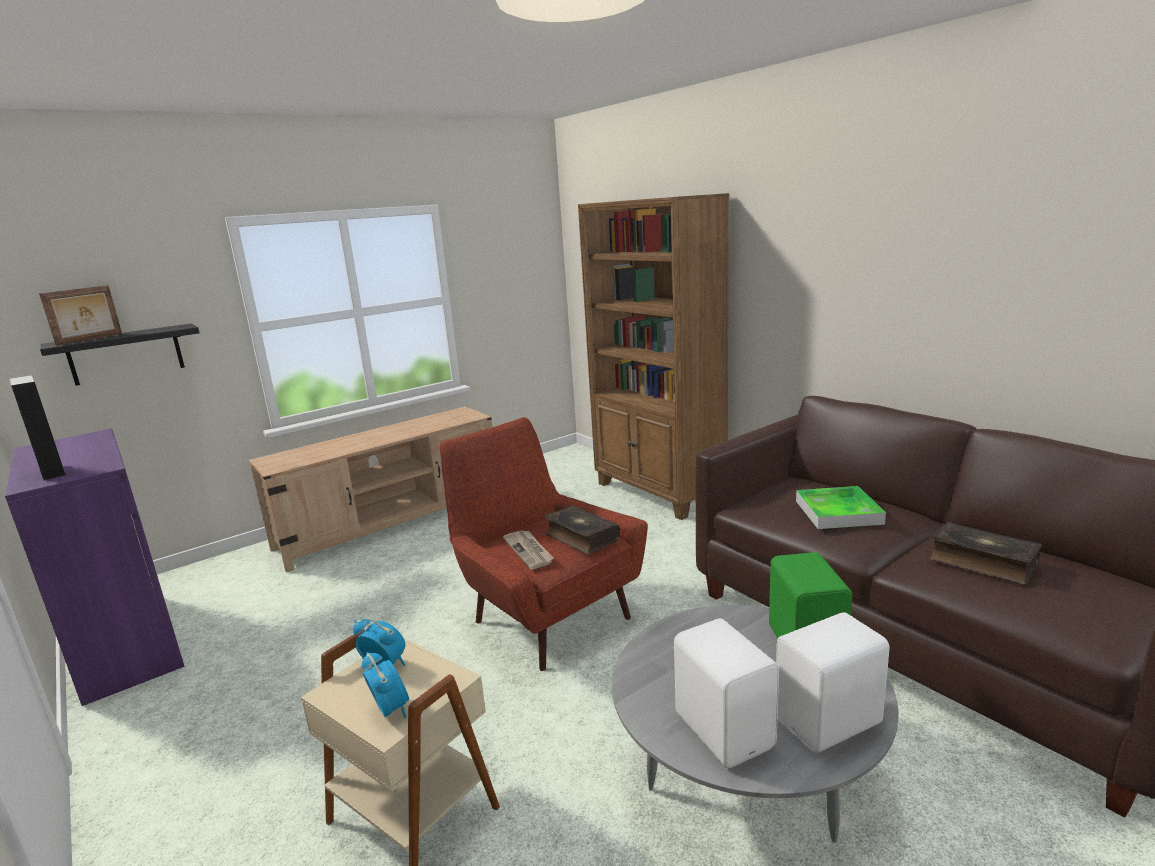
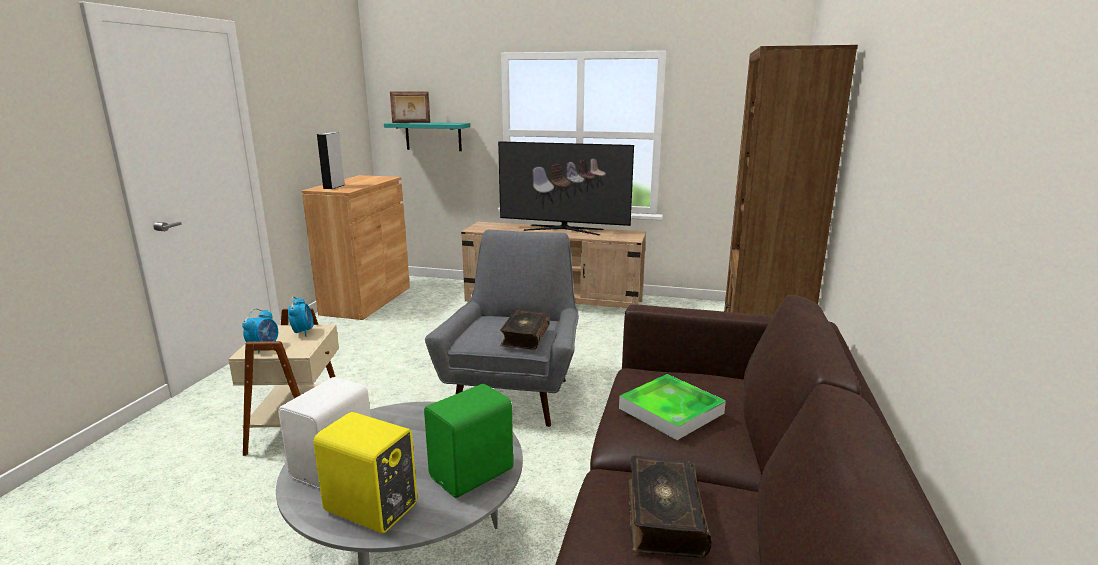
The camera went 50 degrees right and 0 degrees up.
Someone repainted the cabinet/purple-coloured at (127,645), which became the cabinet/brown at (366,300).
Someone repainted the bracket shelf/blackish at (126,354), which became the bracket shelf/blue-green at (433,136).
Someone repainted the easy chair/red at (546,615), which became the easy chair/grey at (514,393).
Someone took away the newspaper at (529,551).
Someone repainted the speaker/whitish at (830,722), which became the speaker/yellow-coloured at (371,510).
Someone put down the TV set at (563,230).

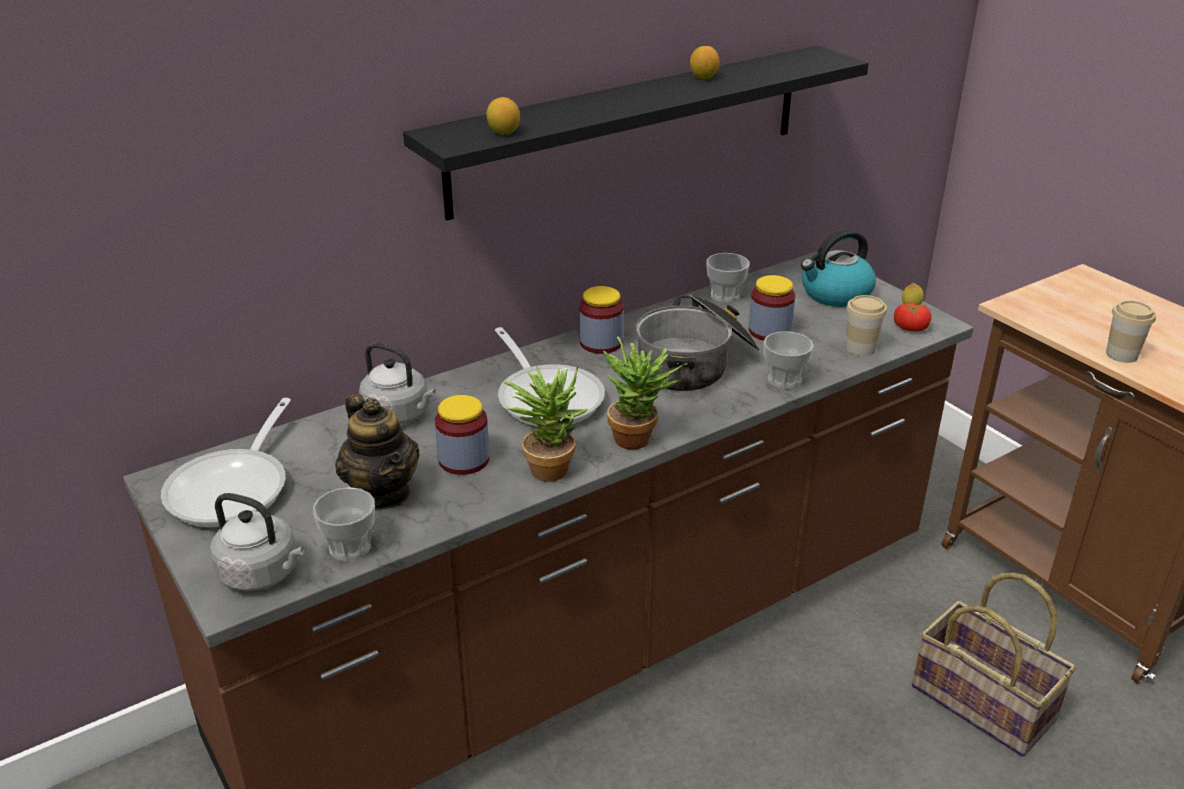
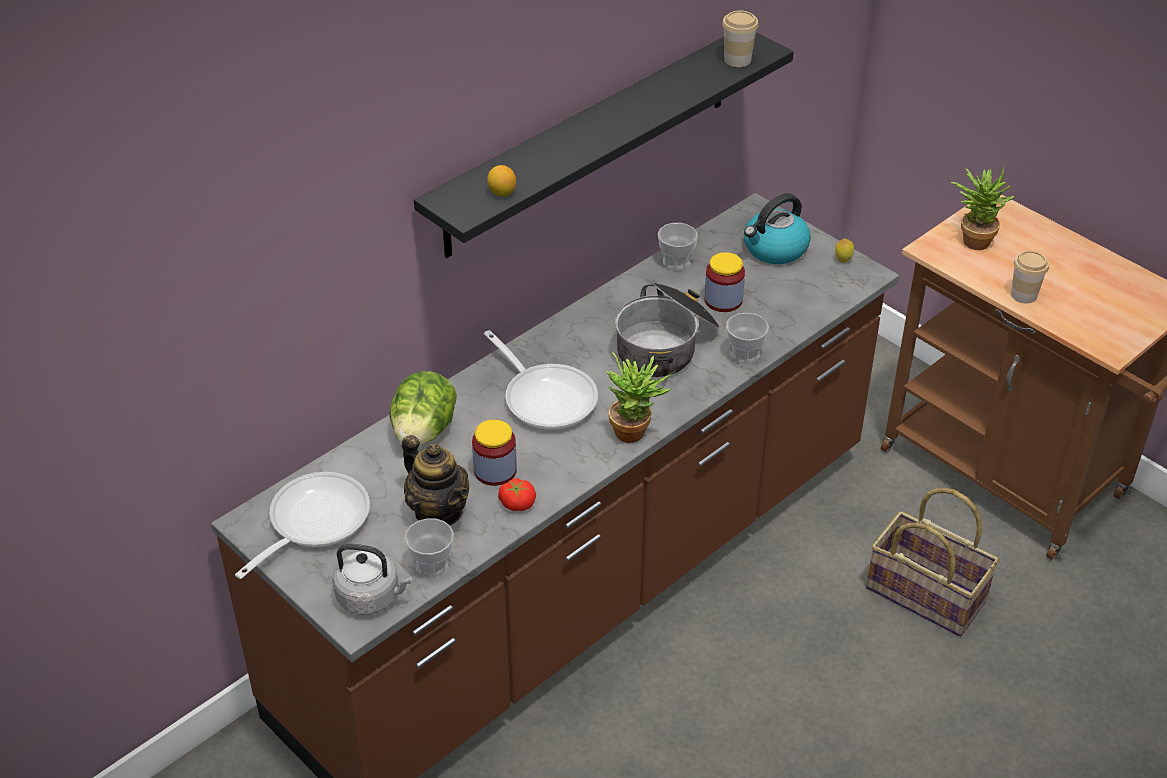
The camera went 10 degrees left and 10 degrees up.
Someone rotated the frying pan at (234,488) by 150 degrees counterclockwise.
Someone swapped the tea kettle/grey at (399,415) for the head of lettuce at (424,431).
Someone carried the plant in a pot from (547,466) to (973,239).
Someone took away the jar at (601,343).
Someone took away the whole lemon at (703,77).
Someone carried the small cup from (860,348) to (737,60).
Someone carried the whole tomato from (910,327) to (517,502).

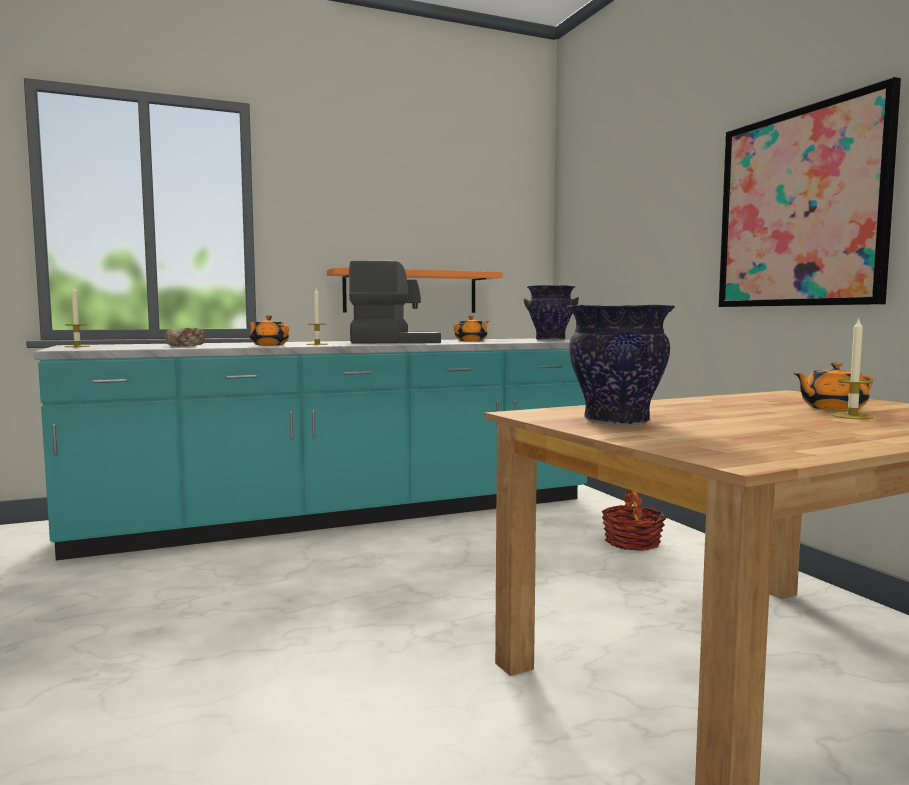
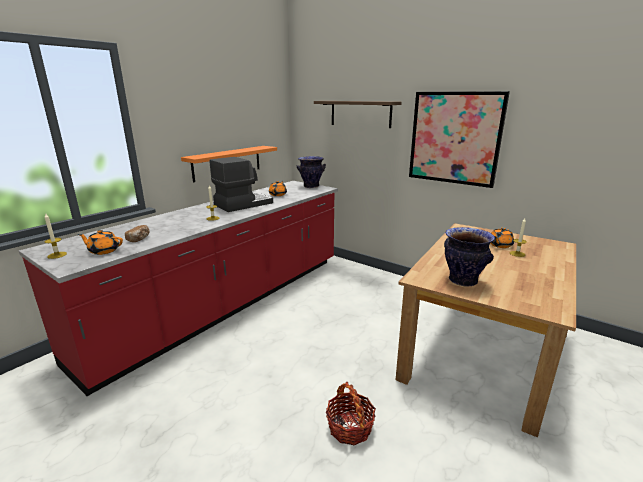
The camera went 30 degrees left and 15 degrees up.
Someone repainted the counter/blue-green at (345,515), which became the counter/red at (227,304).
Someone carried the tea pot/orange-coloured from (269,345) to (103,251).
Someone carried the basket from (632,542) to (349,427).
Someone put up the bracket shelf at (360,113).

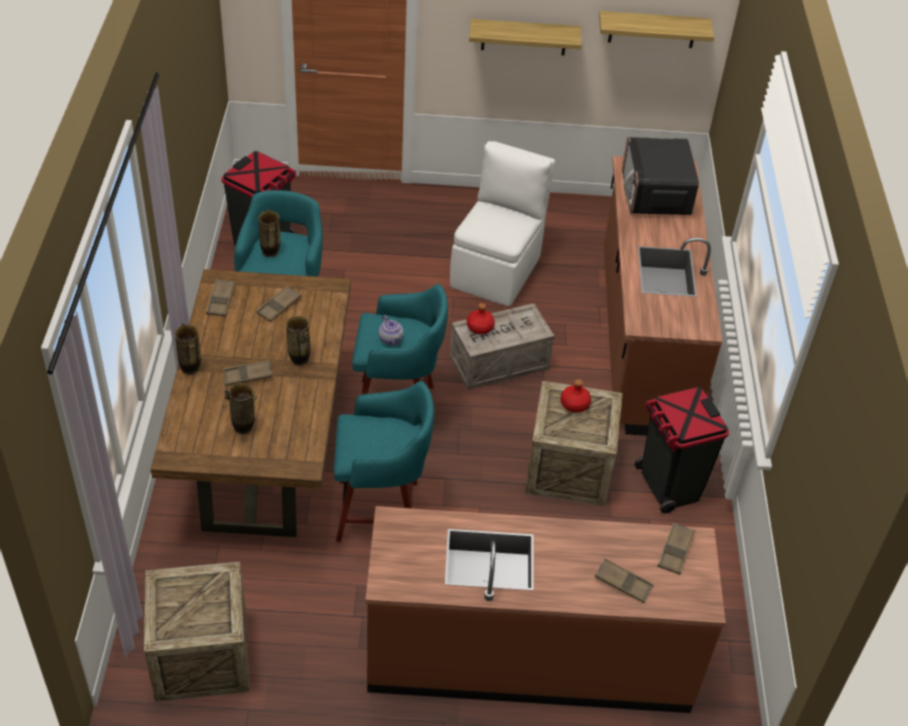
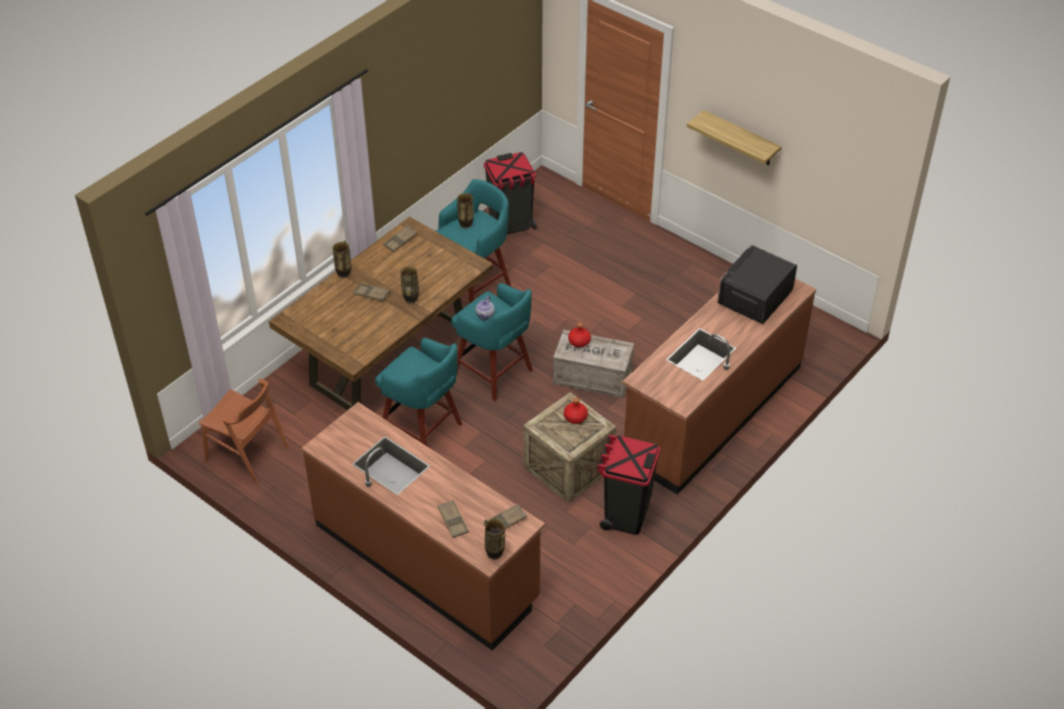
The camera went 40 degrees right and 0 degrees up.
Someone swapped the packing crate at (202,656) for the chair/brown at (247,454).
Someone carried the flower vase from (243,427) to (494,553).
Someone took away the serving tray/brown at (279,306).
Someone took away the chair/whitish at (497,270).
Someone took away the bracket shelf at (652,29).

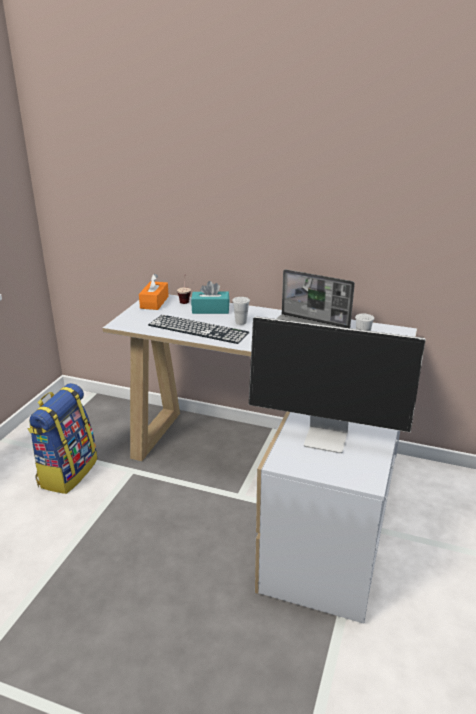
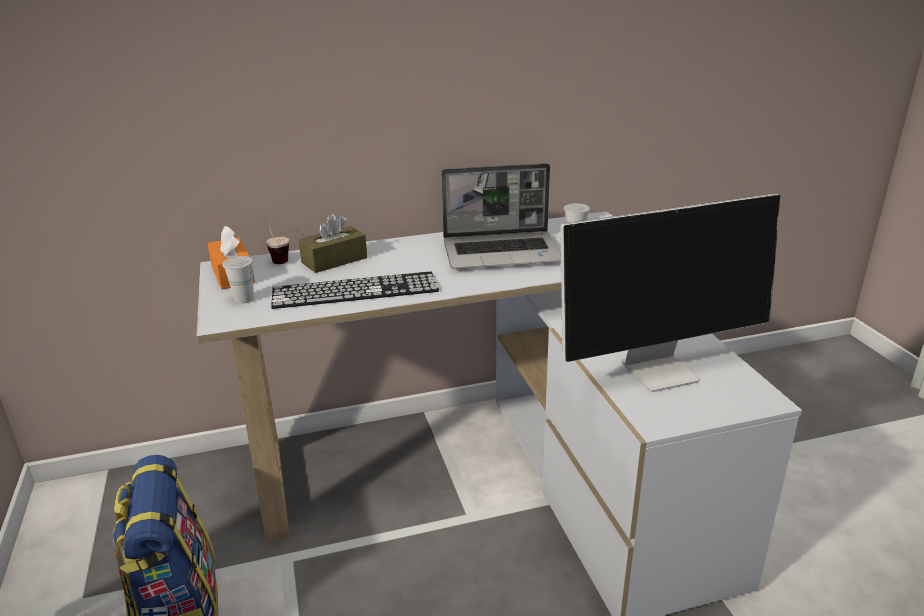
The camera went 35 degrees left and 0 degrees up.
Someone repainted the tissue box/blue-green at (210,310), which became the tissue box/brown at (334,260).
Someone carried the small cup/whitish from (241,322) to (244,299).

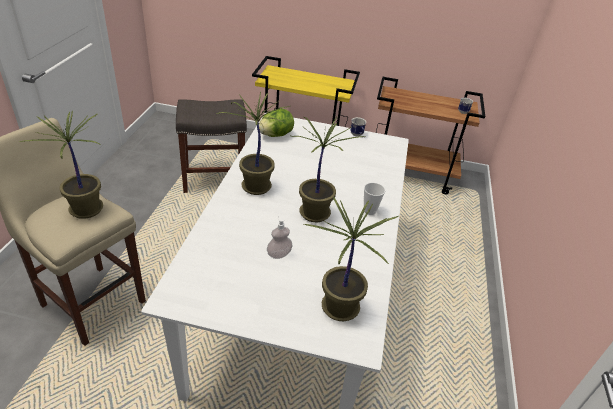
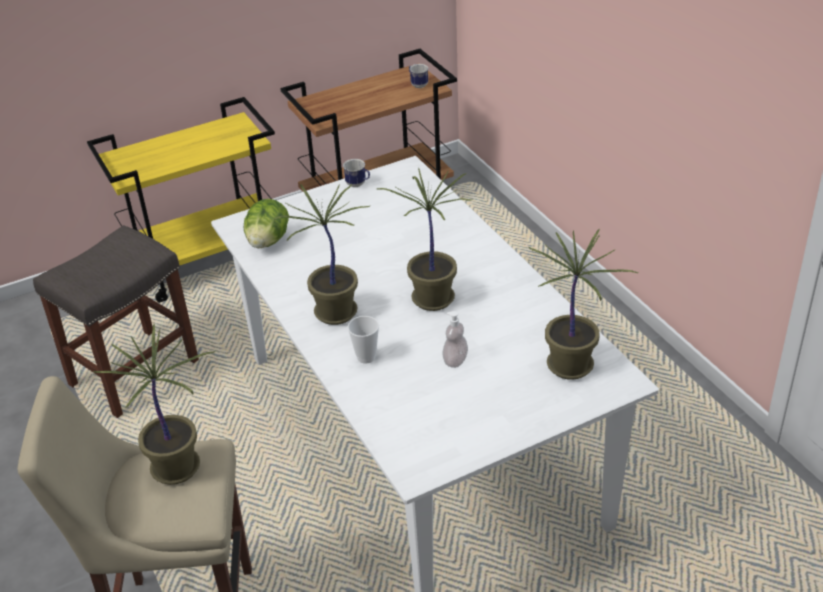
The camera went 35 degrees left and 0 degrees up.
Someone carried the small cup from (369,211) to (366,357).

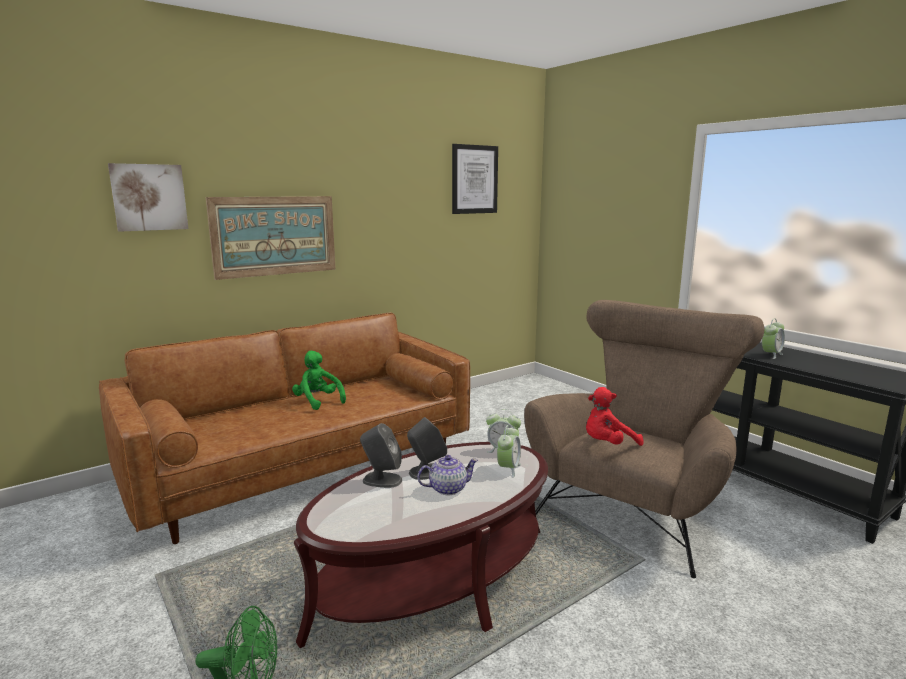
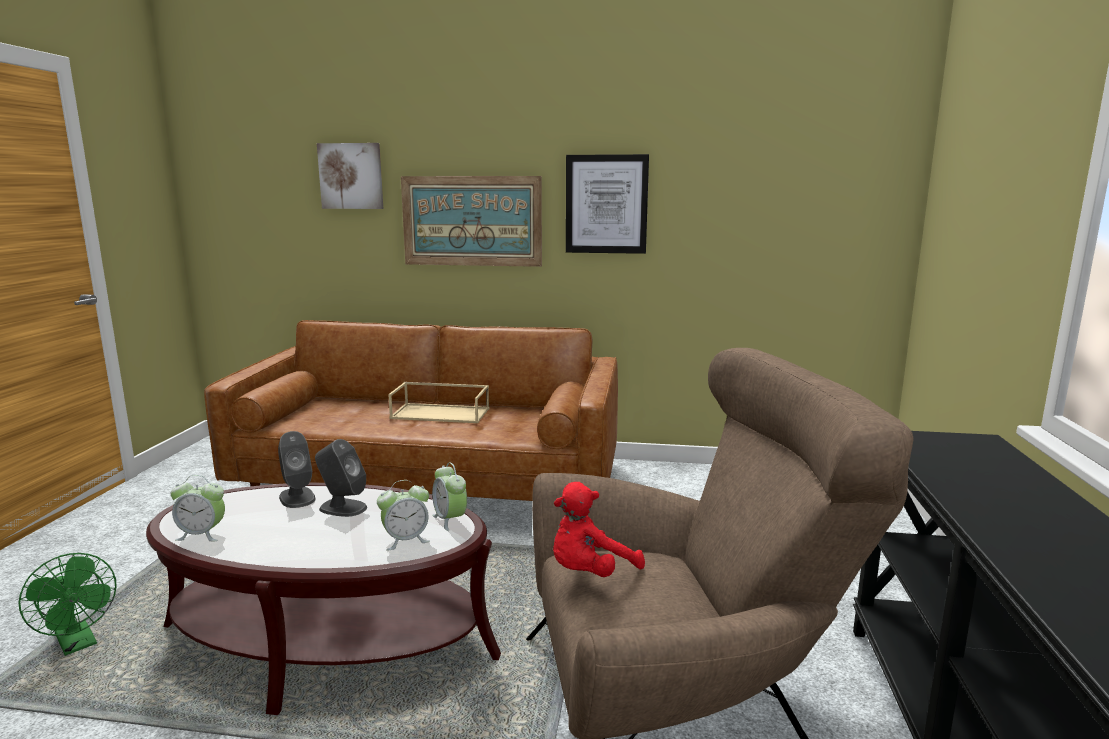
The camera went 45 degrees right and 0 degrees up.
Someone swapped the soft toy/greenish at (318,401) for the serving tray/beige-coloured at (441,413).
Someone took away the tea pot at (447,489).
Someone carried the wall art from (474,179) to (606,204).
Someone rotated the soft toy/red at (608,444) by 60 degrees counterclockwise.
Someone carried the alarm clock from (771,355) to (202,534).

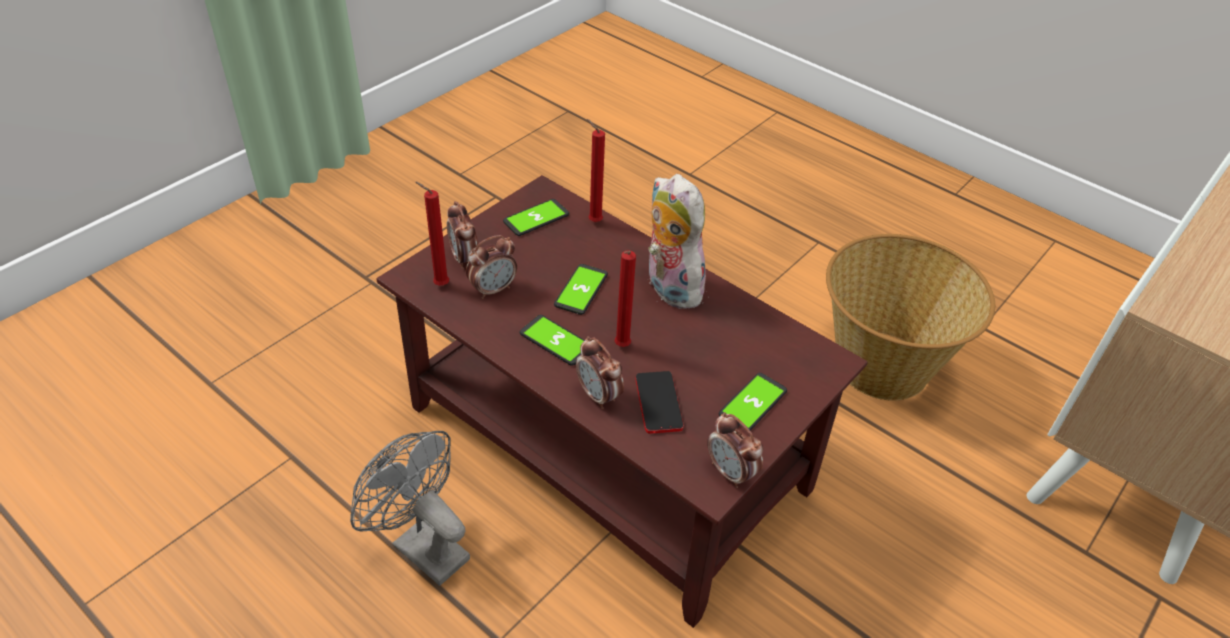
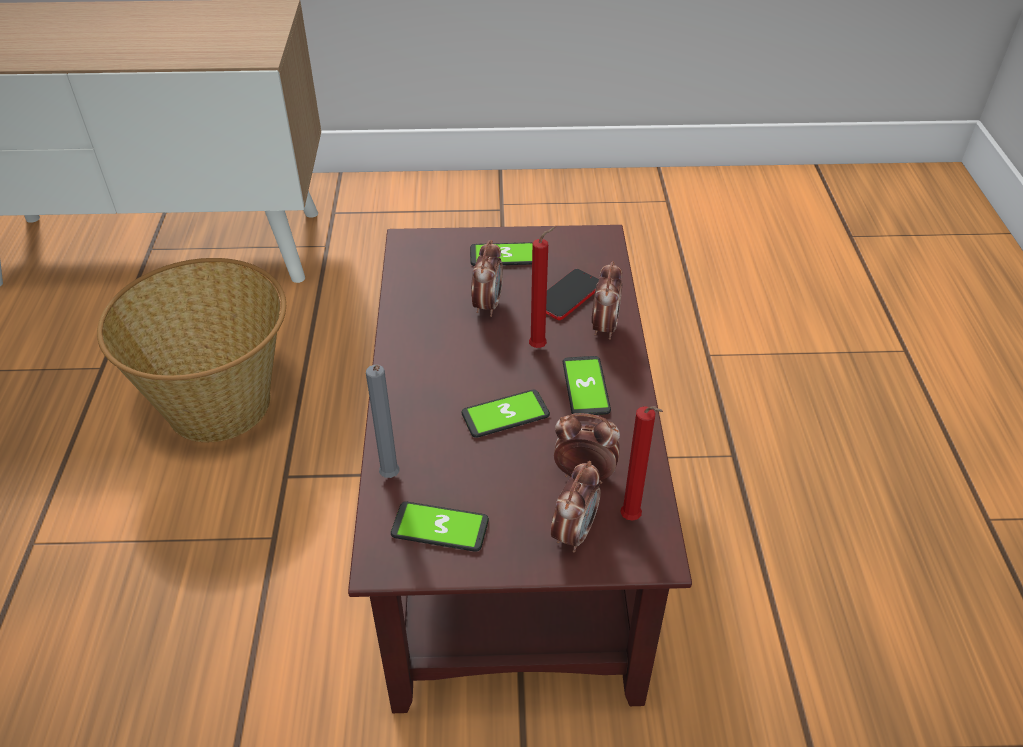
The camera went 130 degrees left and 0 degrees up.
Someone took away the cooling fan/grey at (421,546).
Someone repainted the candle/red at (593,221), which became the candle/grey at (390,478).
Someone took away the soft toy at (668,287).
Someone carried the alarm clock from (731,472) to (487,305).

